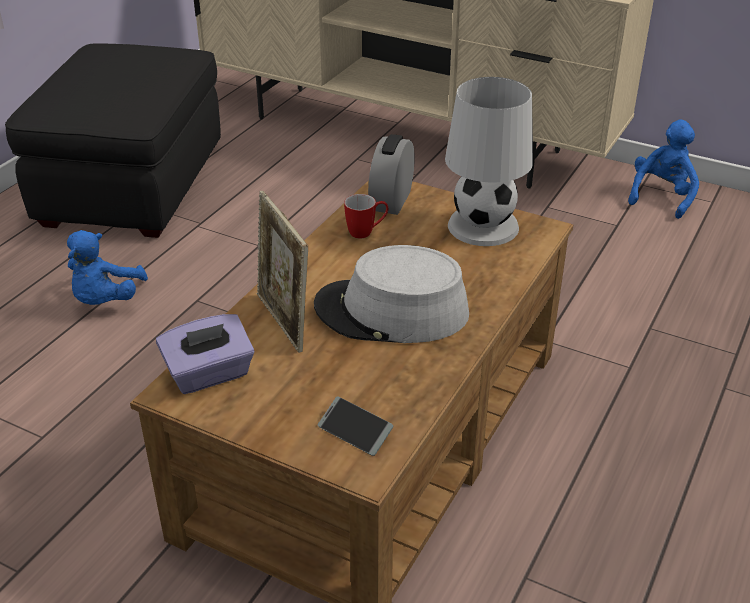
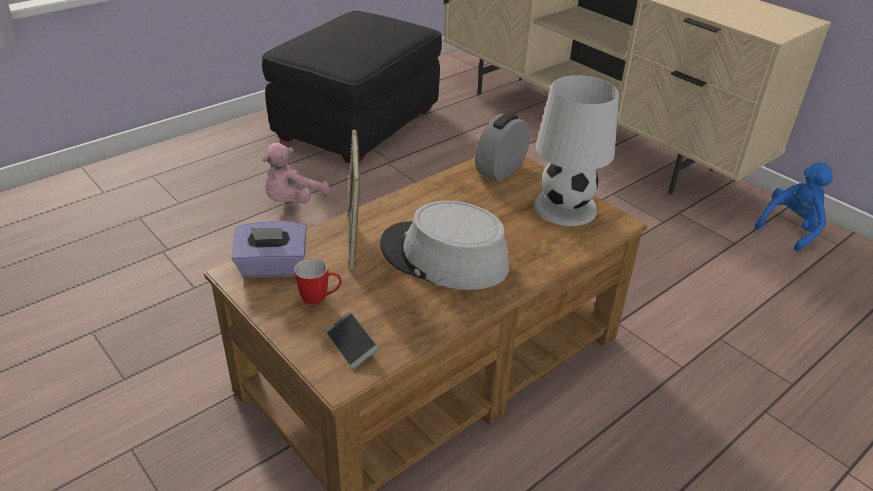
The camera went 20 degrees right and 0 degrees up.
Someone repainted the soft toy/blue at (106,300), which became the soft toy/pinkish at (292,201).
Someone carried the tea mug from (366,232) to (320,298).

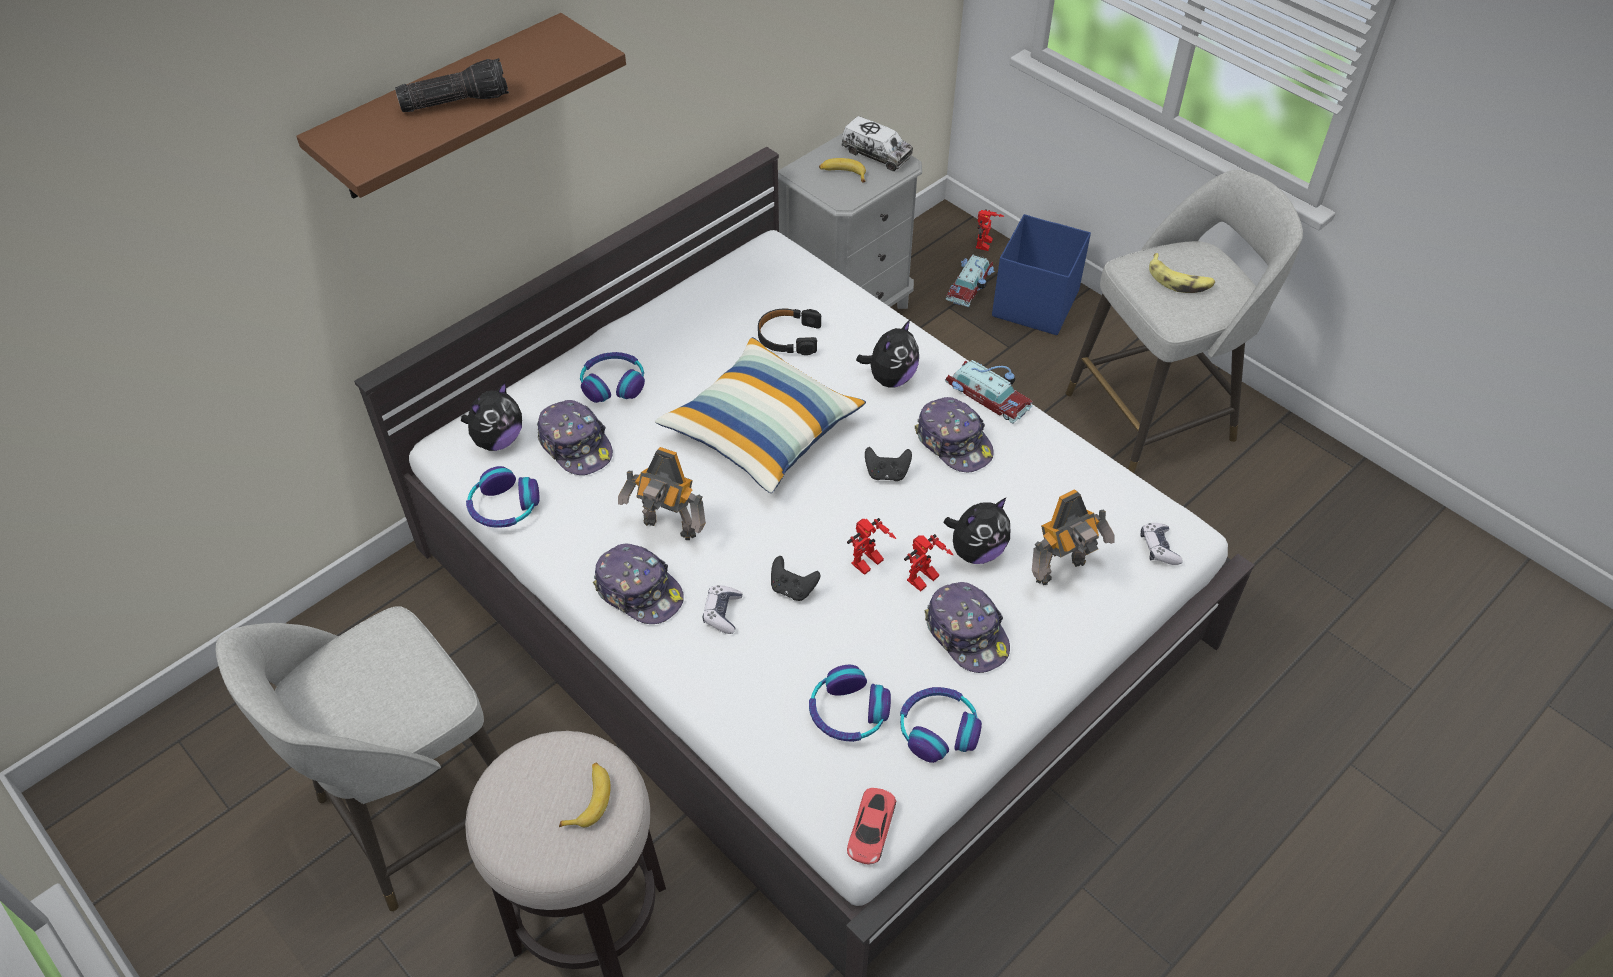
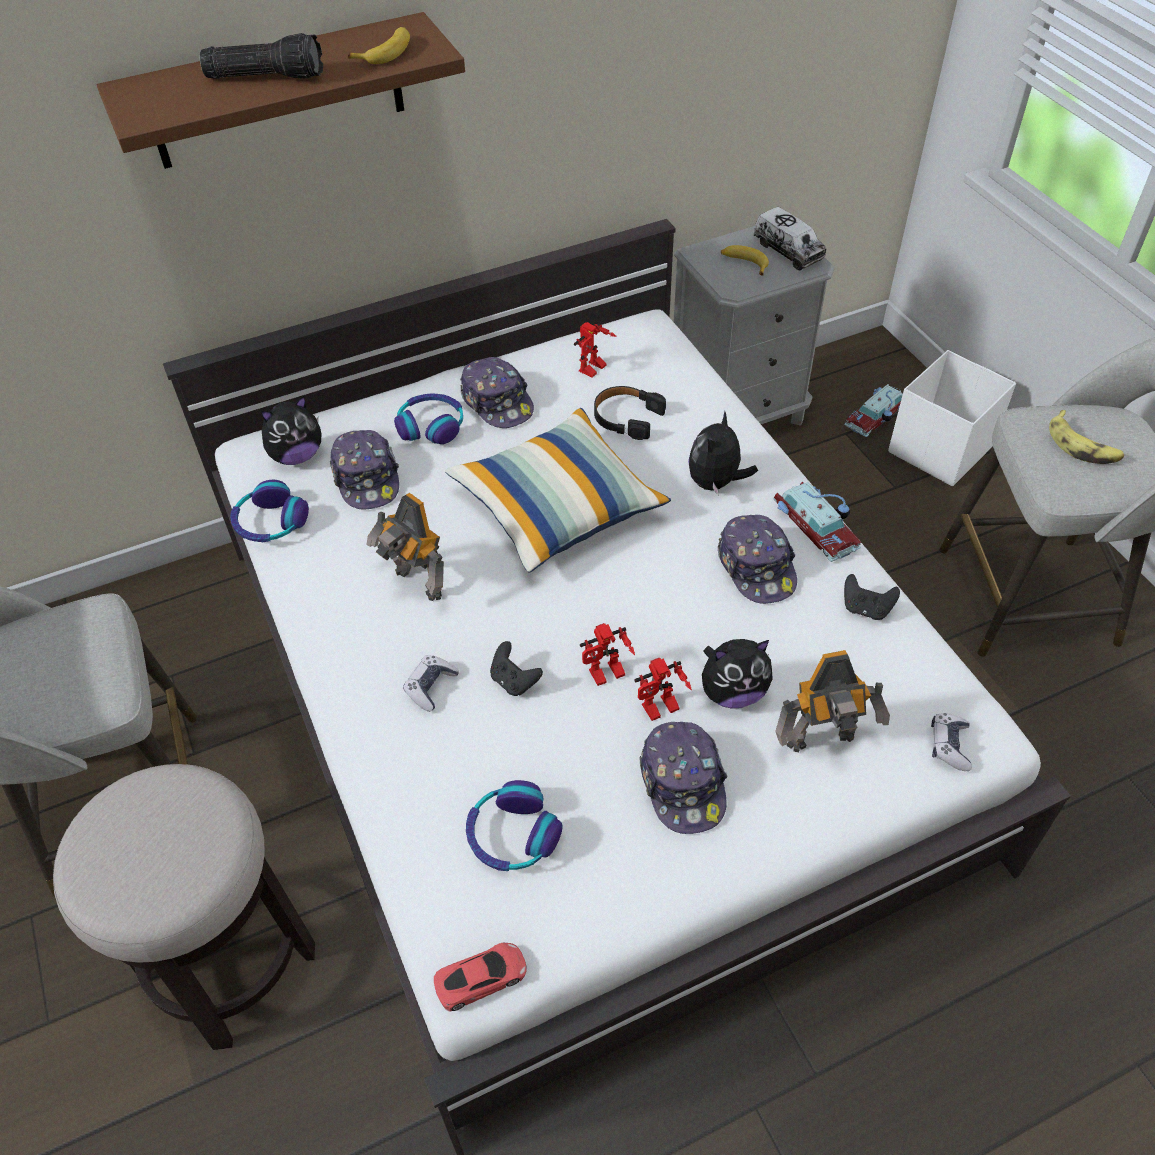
The camera went 20 degrees right and 0 degrees up.
Someone carried the whole banana from (589,799) to (385,52).
Someone carried the baseball cap from (639,591) to (497,402).
Someone rotated the model car/red at (871,829) by 150 degrees counterclockwise.
Someone rotated the soft toy at (890,378) by 150 degrees clockwise.
Someone carried the joypad/blackish from (887,473) to (866,608).
Someone took away the headphones at (938,729).
Someone carried the robot figure from (986,245) to (594,370).
Someone repainted the storage container/blue at (1034,304), which became the storage container/whitish at (939,449).

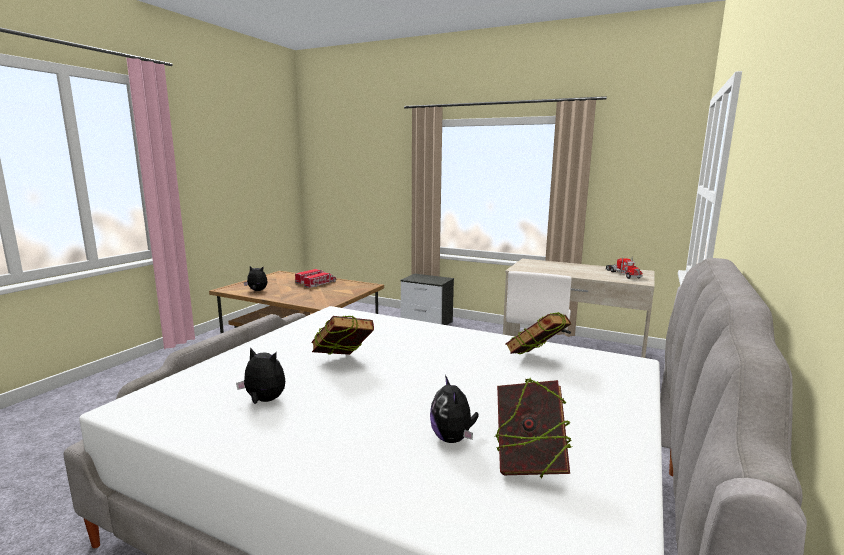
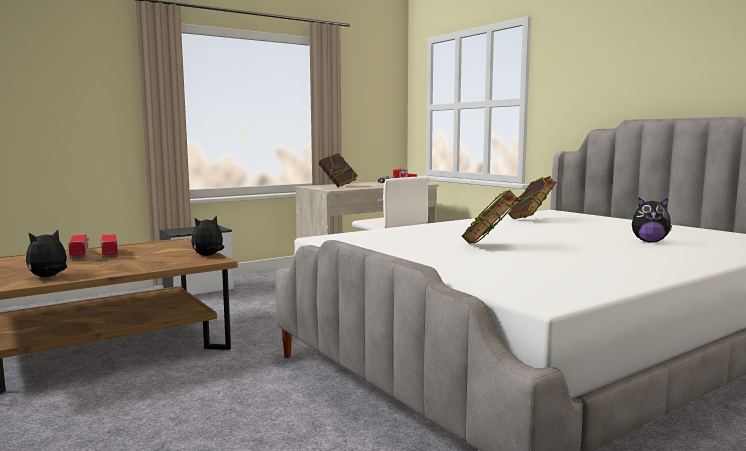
The camera went 60 degrees left and 5 degrees down.
Someone carried the soft toy from (264,401) to (208,256).
Someone carried the volume from (528,465) to (338,186).

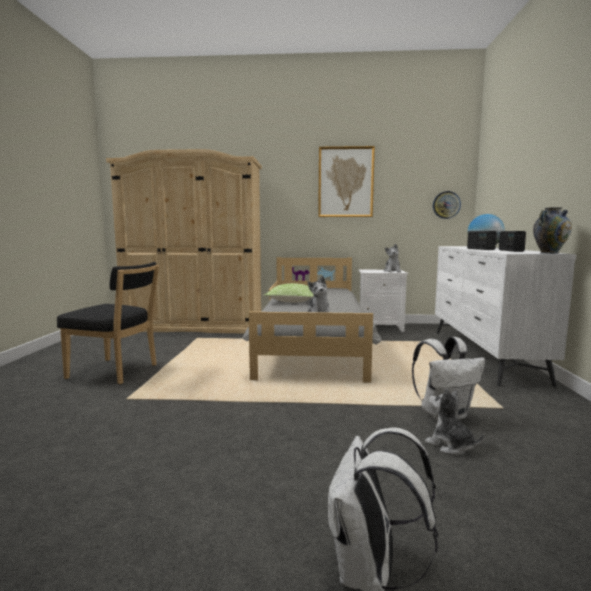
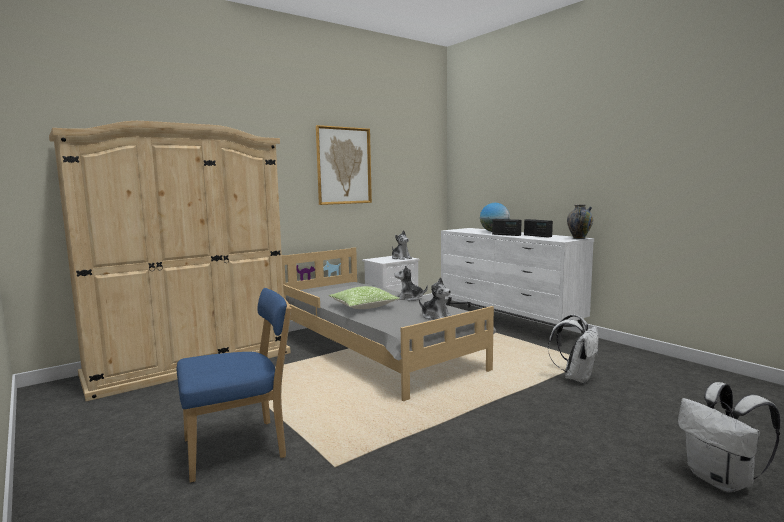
The camera went 40 degrees left and 0 degrees up.
Someone repainted the chair/blackish at (116,372), which became the chair/blue at (240,448).
Someone carried the soft toy from (450,445) to (409,298).
Someone took away the wall clock at (446,205).

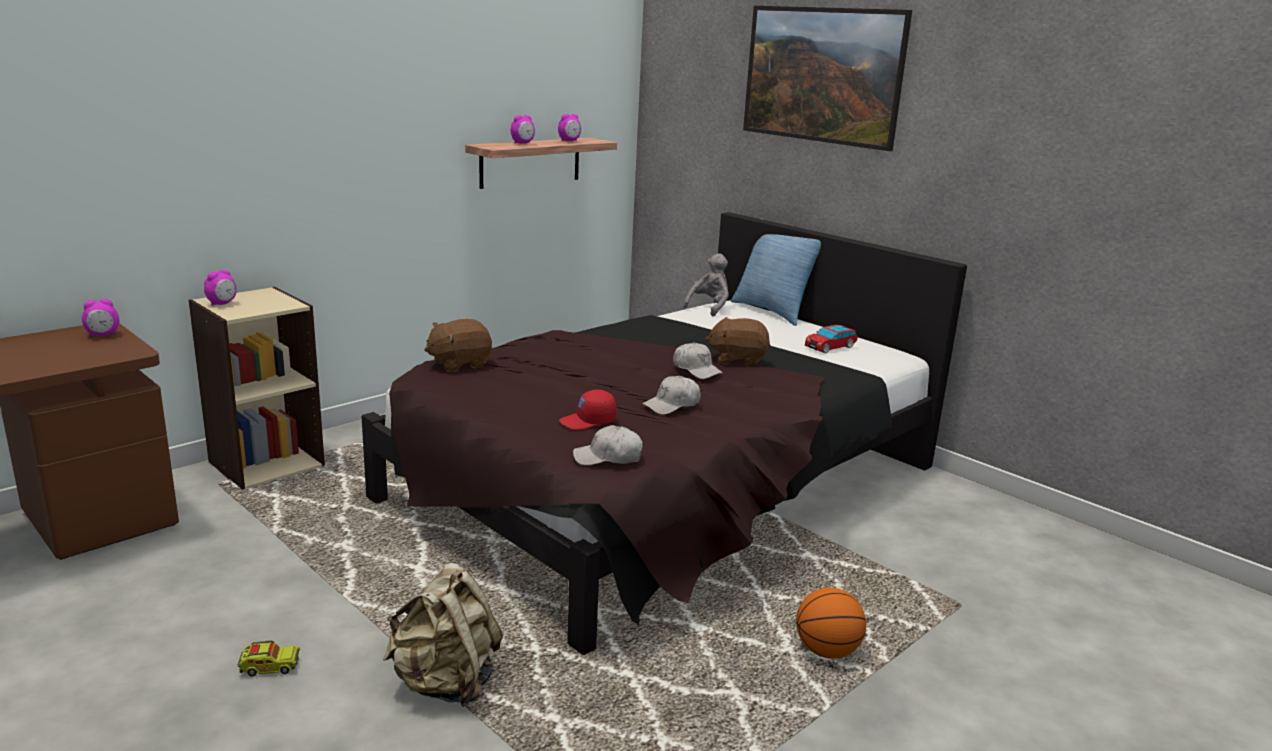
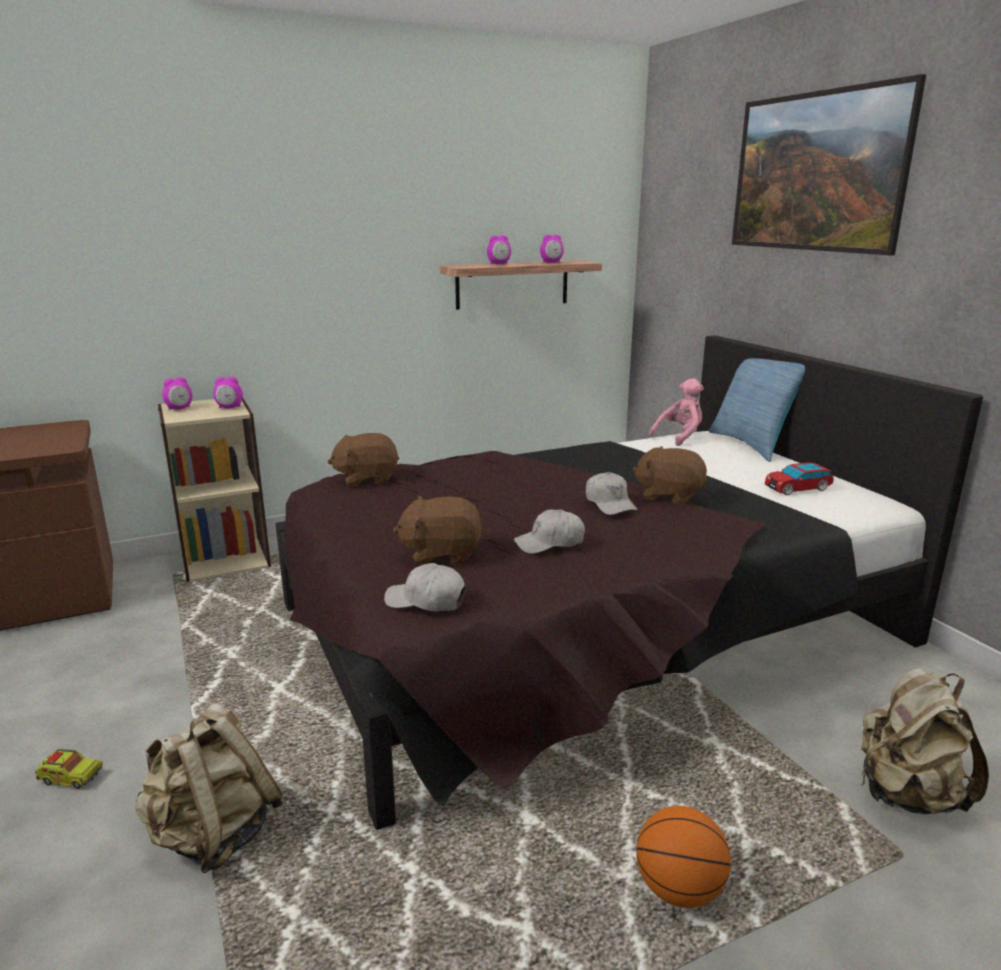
The camera went 20 degrees right and 0 degrees up.
Someone carried the alarm clock from (103,335) to (229,408).
Someone swapped the baseball cap/red at (588,422) for the soft toy/brown at (441,554).
Someone repainted the soft toy/grey at (709,307), which became the soft toy/pinkish at (680,437).
Someone put down the backpack/beige-coloured at (907,795).

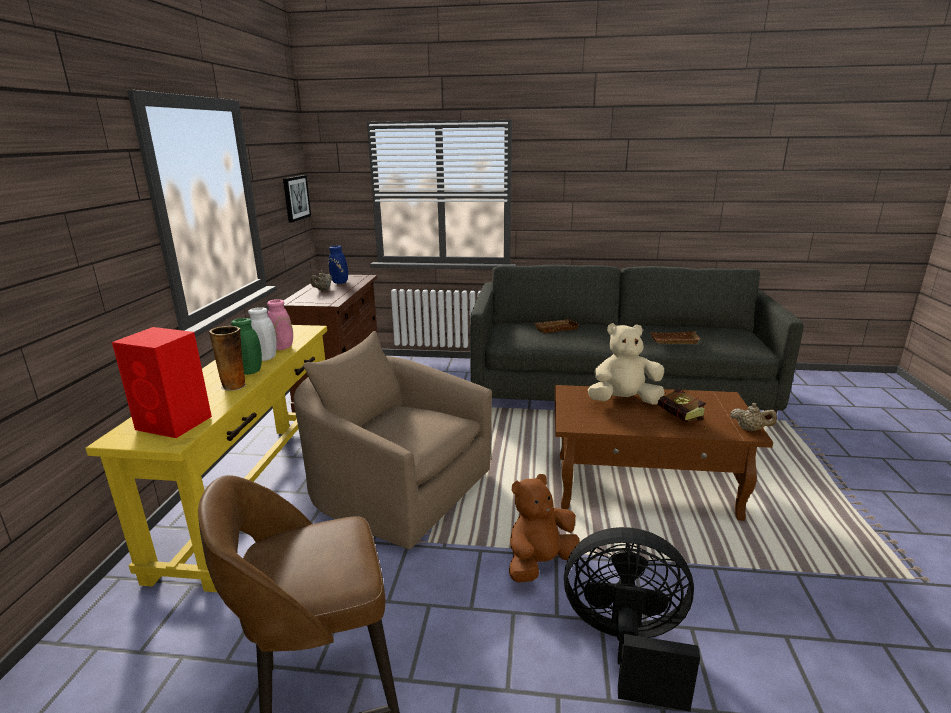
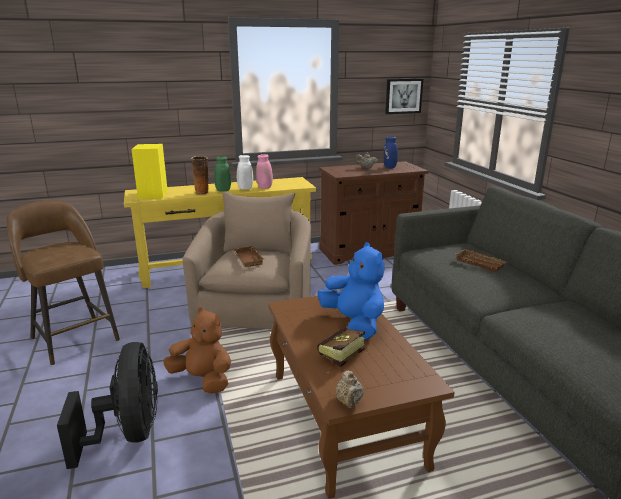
The camera went 65 degrees right and 0 degrees up.
Someone repainted the speaker/red at (175,423), which became the speaker/yellow-coloured at (153,195).
Someone repainted the soft toy/beige-coloured at (624,401), which became the soft toy/blue at (354,324).
Someone carried the serving tray/brown from (674,341) to (247,259).

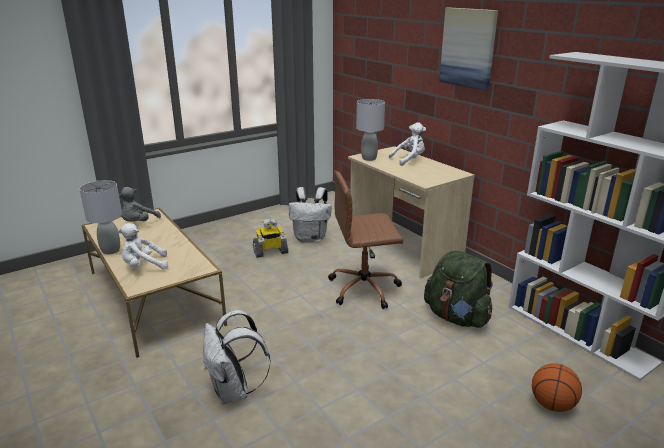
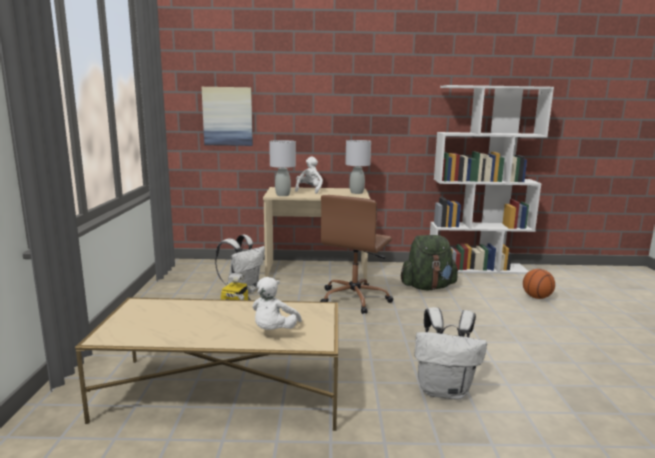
The camera went 55 degrees left and 10 degrees down.
Someone carried the lamp for a table/grey from (111,250) to (357,192).
Someone took away the soft toy/grey at (138,223).
Someone carried the wall art from (468,48) to (228,116).

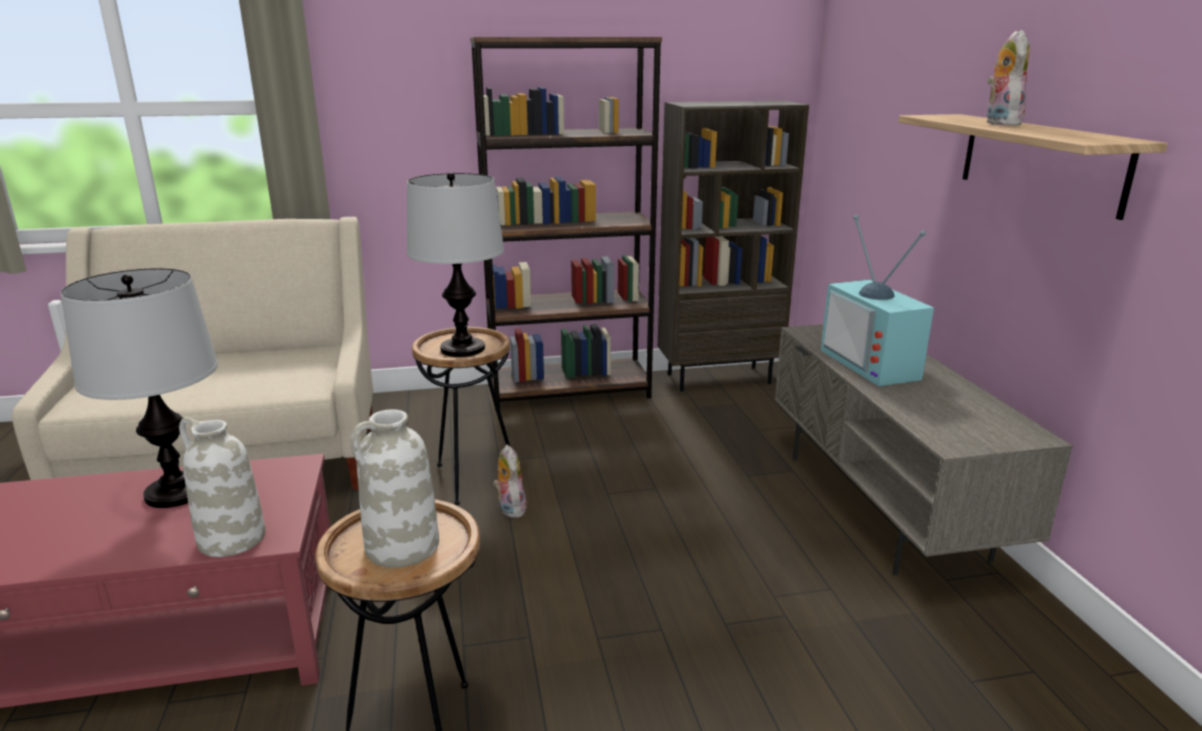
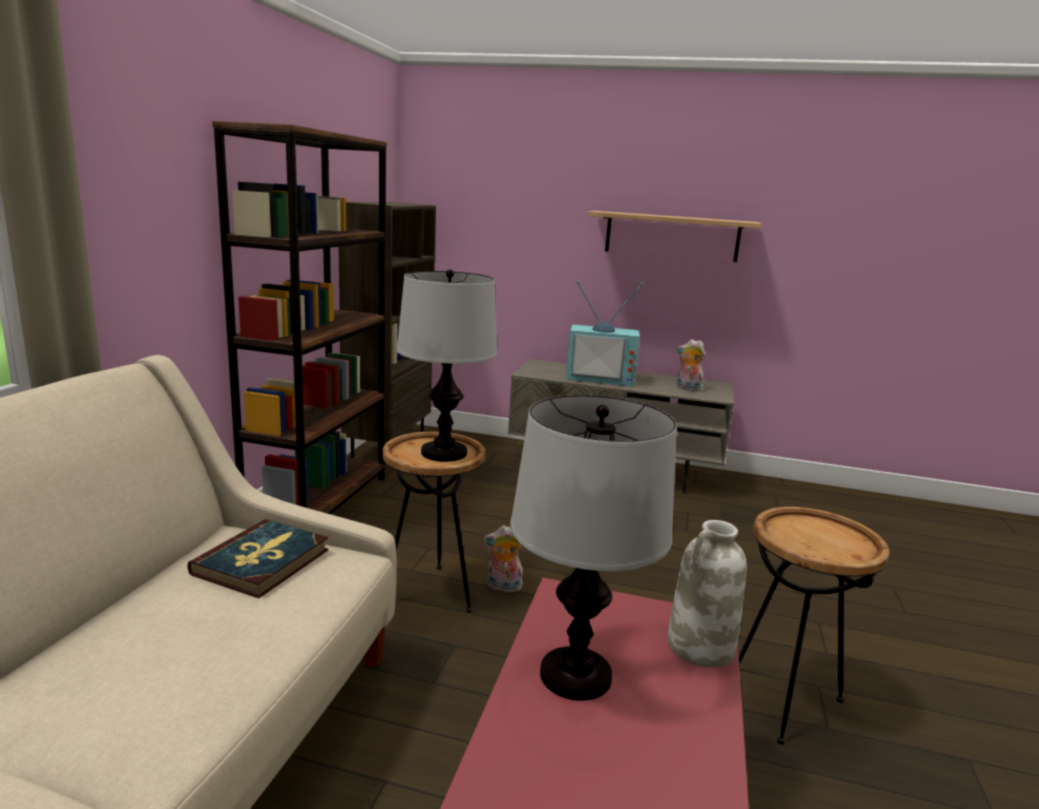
The camera went 65 degrees left and 5 degrees down.
Someone took away the flower vase/whitish at (402,547).
Someone carried the soft toy from (999,123) to (687,389).
Someone put down the volume at (262,562).

